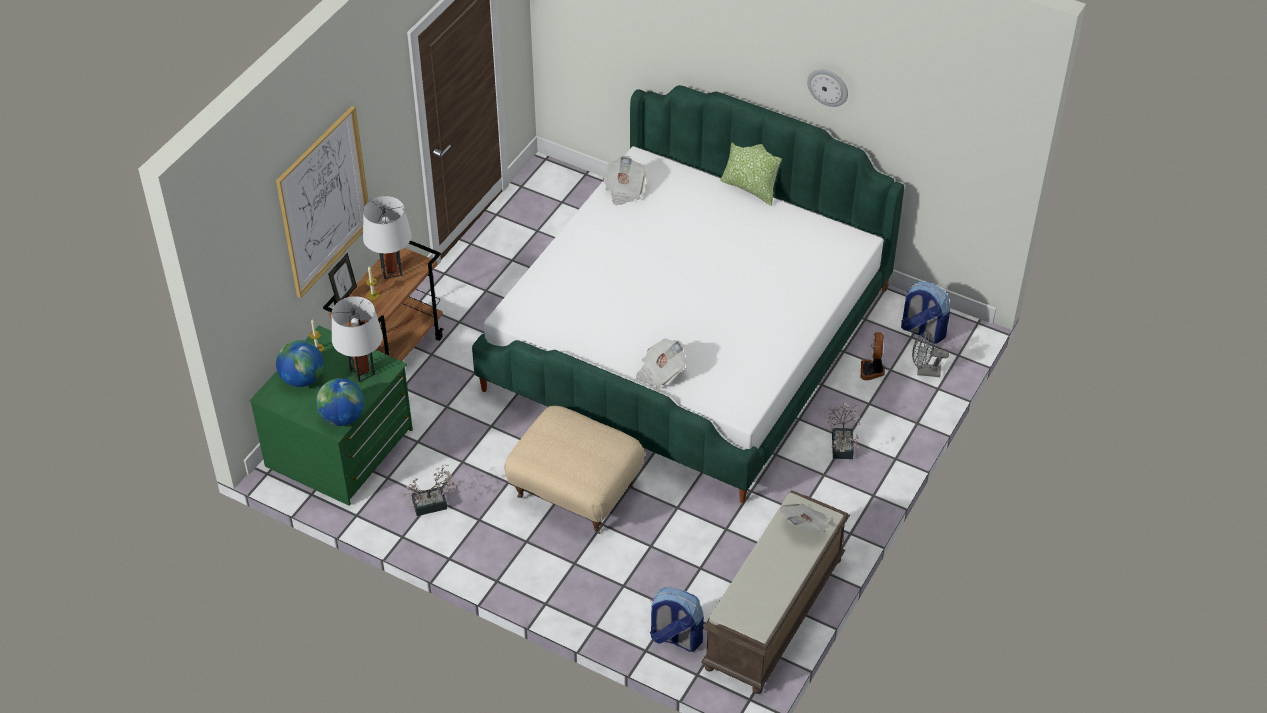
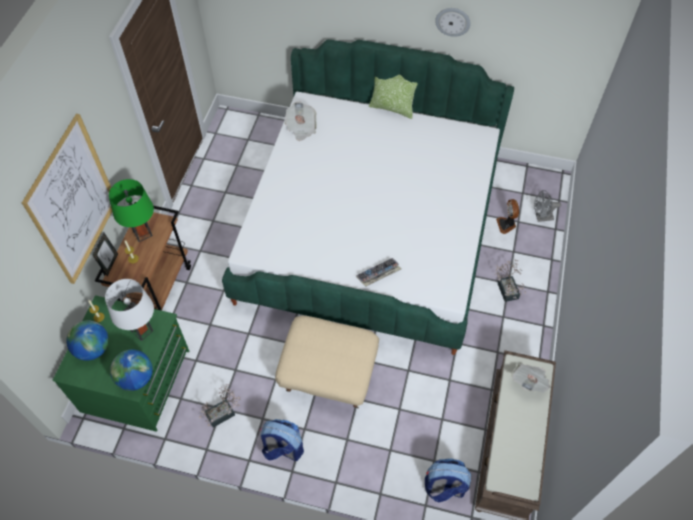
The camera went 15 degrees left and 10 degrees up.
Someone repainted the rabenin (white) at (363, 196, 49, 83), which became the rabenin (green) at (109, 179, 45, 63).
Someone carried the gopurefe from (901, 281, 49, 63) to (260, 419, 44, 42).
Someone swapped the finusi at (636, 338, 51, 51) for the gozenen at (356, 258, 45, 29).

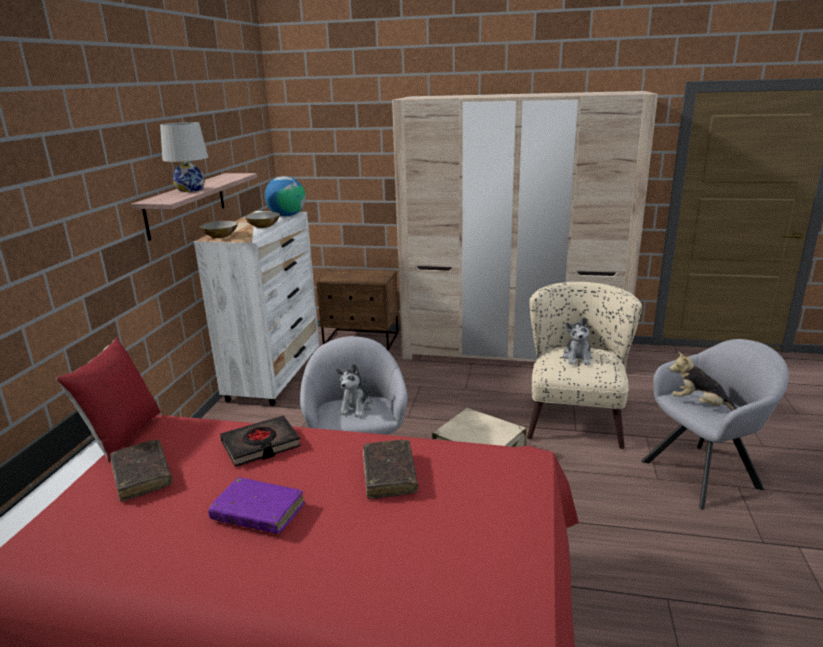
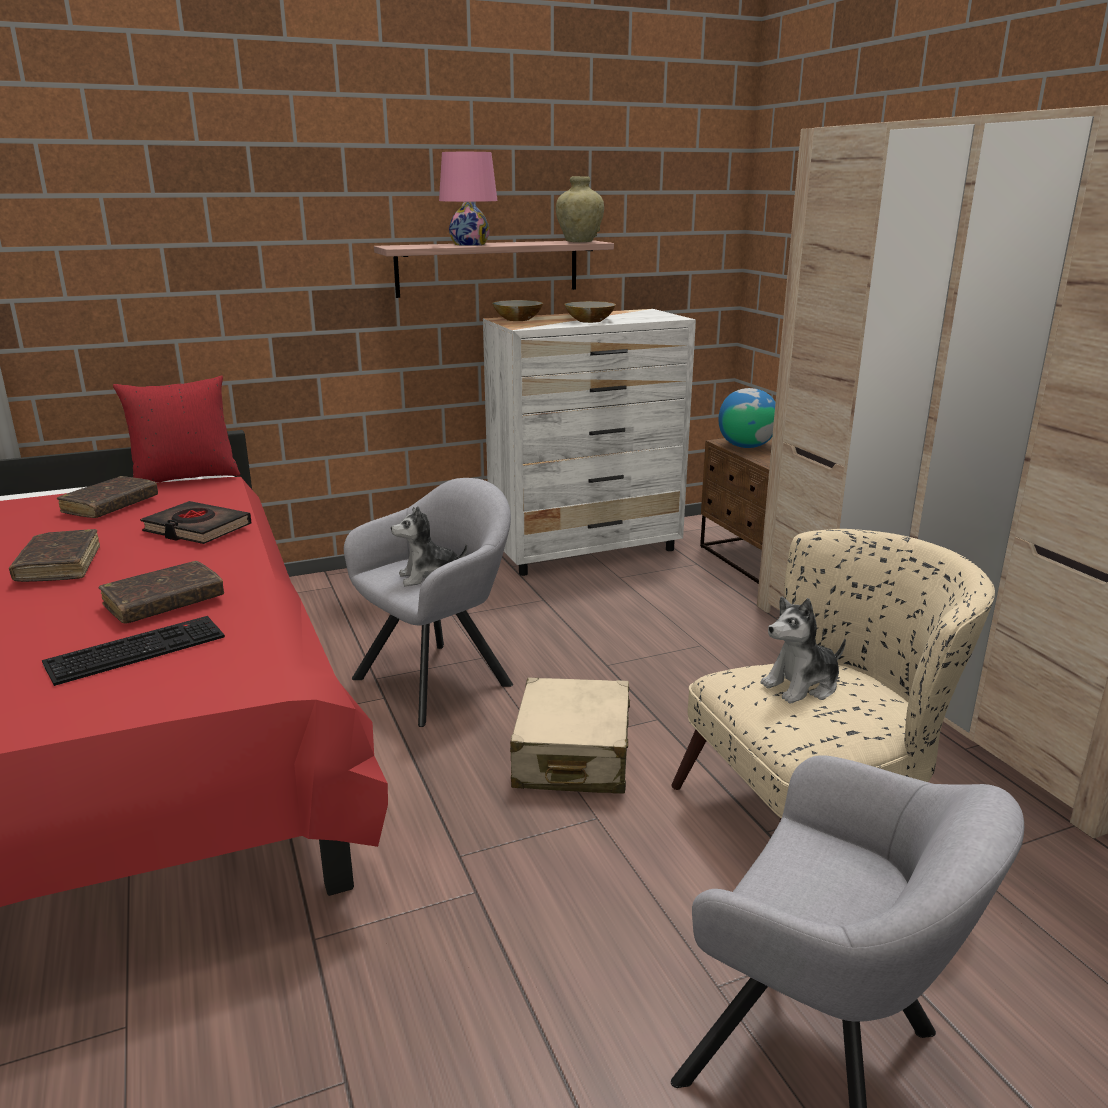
The camera went 55 degrees right and 0 degrees up.
Someone repainted the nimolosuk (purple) at (208, 477, 97, 57), which became the nimolosuk (brown) at (9, 529, 91, 53).
Someone put down the gozenen at (42, 616, 183, 70).
Someone repainted the rabenin (white) at (160, 122, 48, 70), which became the rabenin (pink) at (439, 152, 59, 94).
Someone put down the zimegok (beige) at (556, 176, 48, 66).
Someone carried the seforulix from (265, 176, 41, 40) to (719, 388, 57, 60).
Someone took away the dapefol at (669, 351, 68, 60).

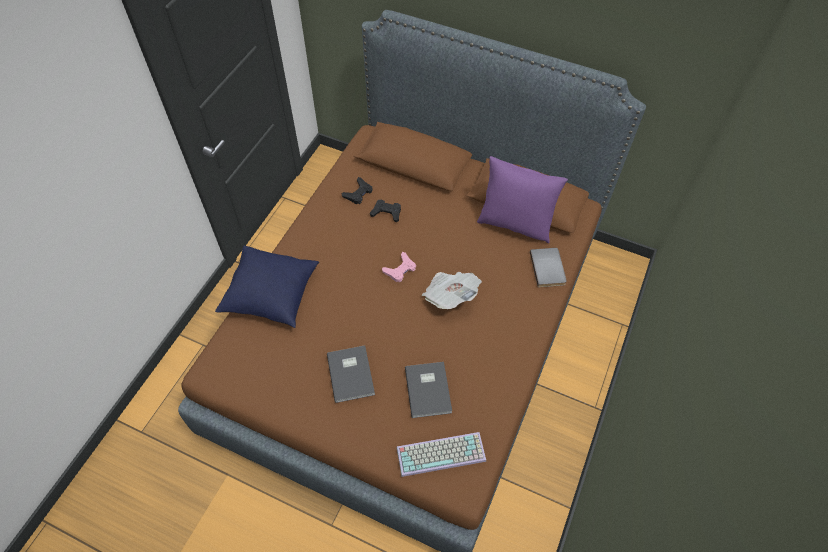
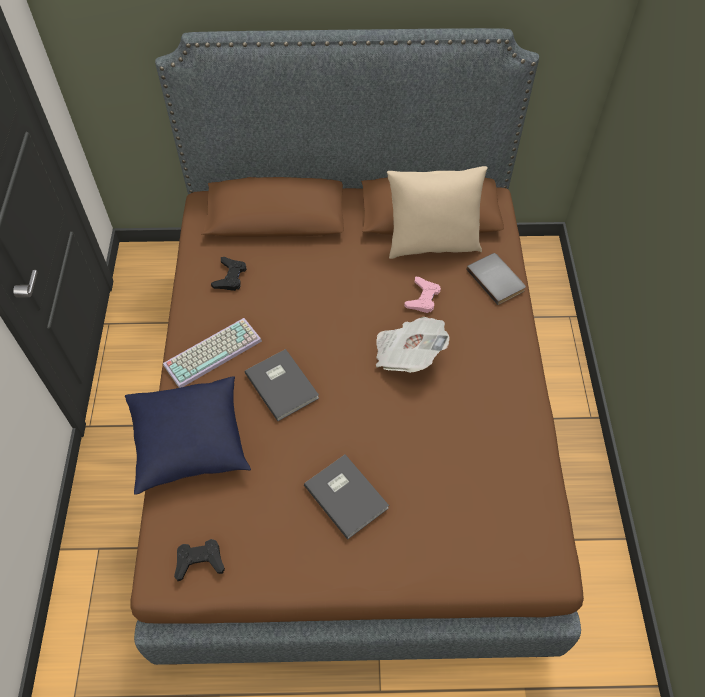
The camera went 25 degrees left and 0 degrees up.
Someone carried the gozenen from (396, 432, 90, 45) to (163, 318, 99, 70).
Someone carried the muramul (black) from (370, 199, 31, 23) to (174, 539, 51, 42).
Someone carried the nimolosuk (grey) from (405, 362, 47, 56) to (245, 349, 74, 72).
Someone repainted the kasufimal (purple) at (477, 156, 91, 88), which became the kasufimal (beige) at (387, 166, 101, 93).
Someone carried the muramul (pink) from (382, 252, 34, 30) to (404, 277, 37, 36).

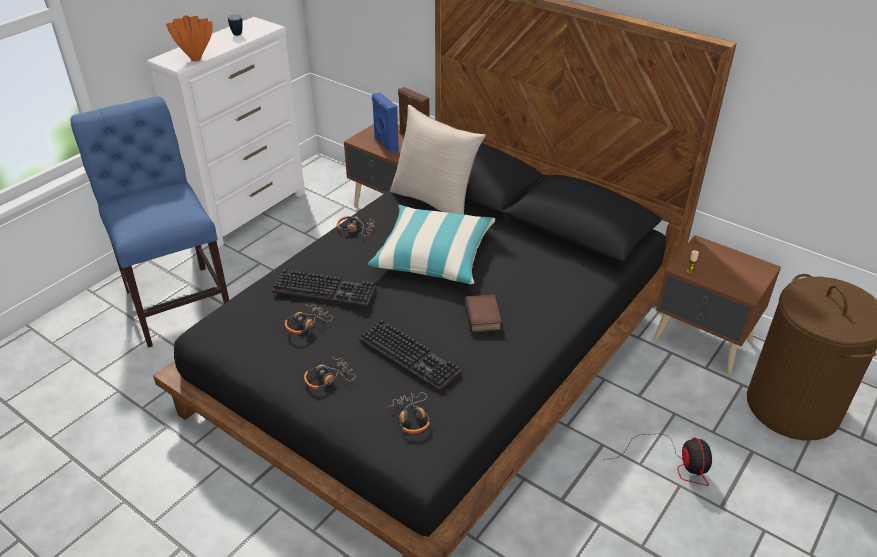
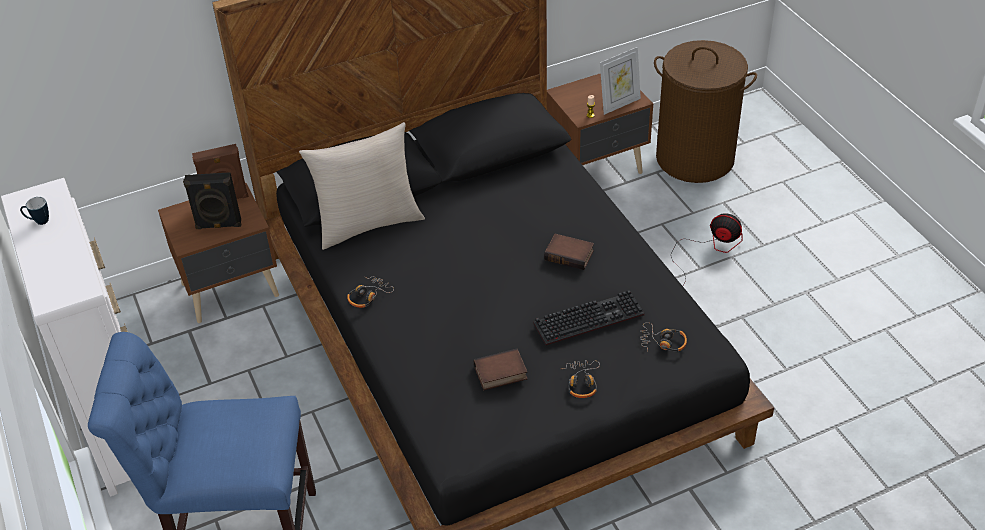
The camera went 60 degrees left and 5 degrees up.
Someone repainted the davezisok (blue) at (372, 92, 27, 61), which became the davezisok (black) at (183, 172, 58, 57).
Someone swapped the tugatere at (285, 304, 48, 30) for the nimolosuk at (474, 349, 54, 41).
Someone put down the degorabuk at (600, 47, 41, 68).
Someone took away the zimegok (orange) at (166, 15, 47, 46).
Someone took away the gozenen at (272, 269, 104, 38).
Someone took away the kasufimal at (368, 205, 127, 79).

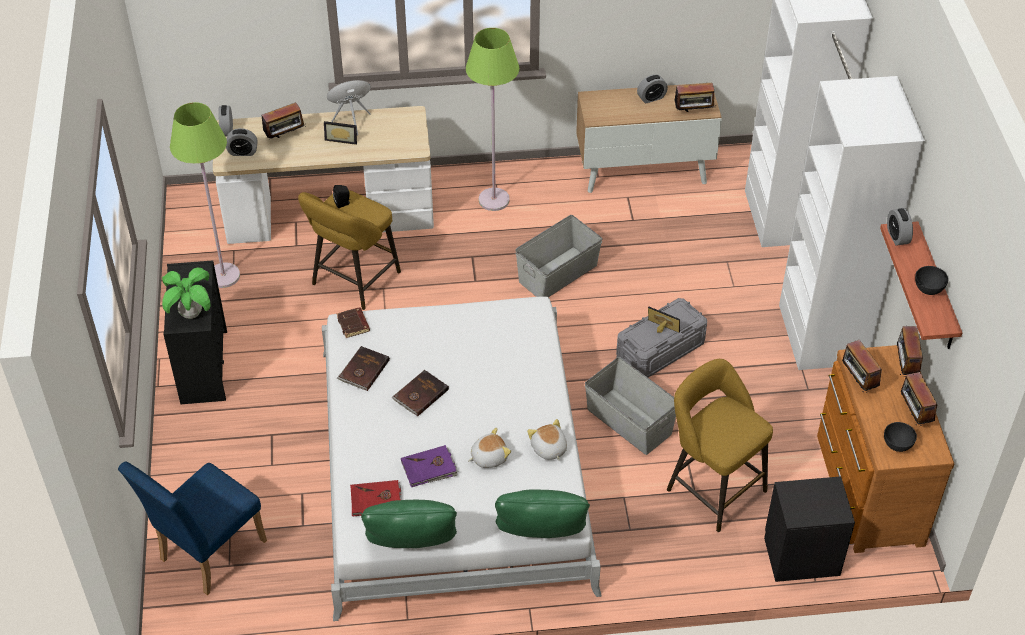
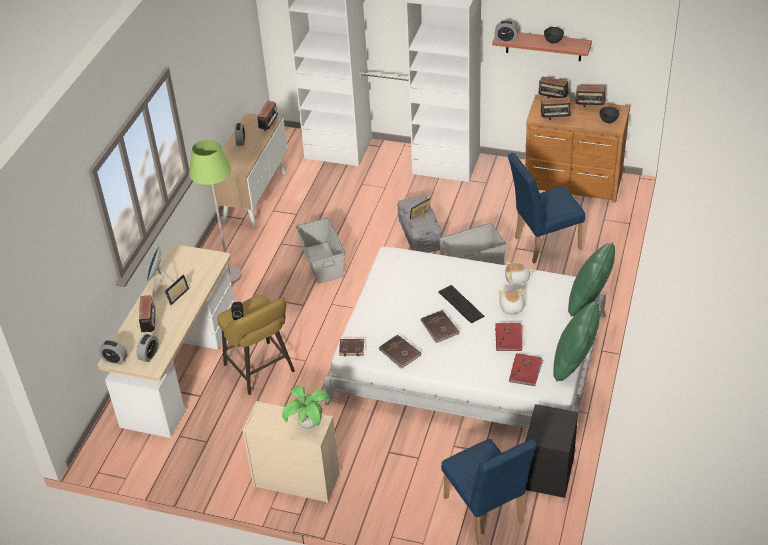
The camera went 65 degrees left and 5 degrees down.
Someone repainted the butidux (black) at (163, 260, 64, 144), which became the butidux (beige) at (242, 401, 98, 102).
Someone put down the gozenen at (439, 285, 46, 38).
Someone repainted the nimolosuk (purple) at (401, 445, 57, 42), which became the nimolosuk (red) at (495, 323, 28, 28).
Someone swapped the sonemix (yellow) at (667, 359, 106, 173) for the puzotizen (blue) at (508, 153, 77, 111).
Someone carried the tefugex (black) from (764, 476, 91, 106) to (525, 404, 53, 94).
Someone took away the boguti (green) at (170, 102, 70, 186).

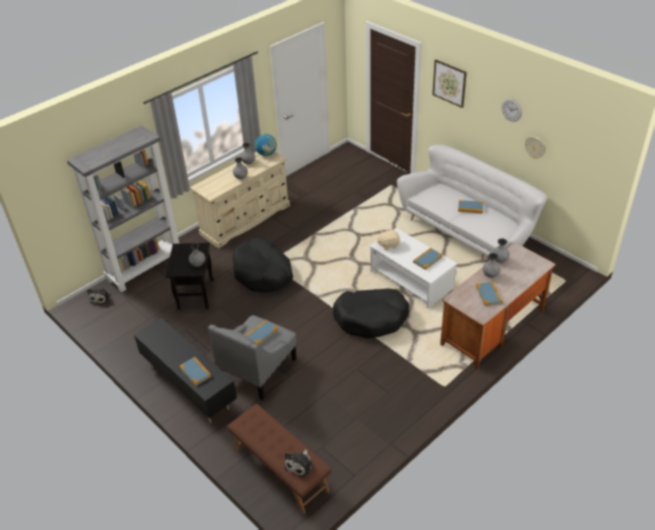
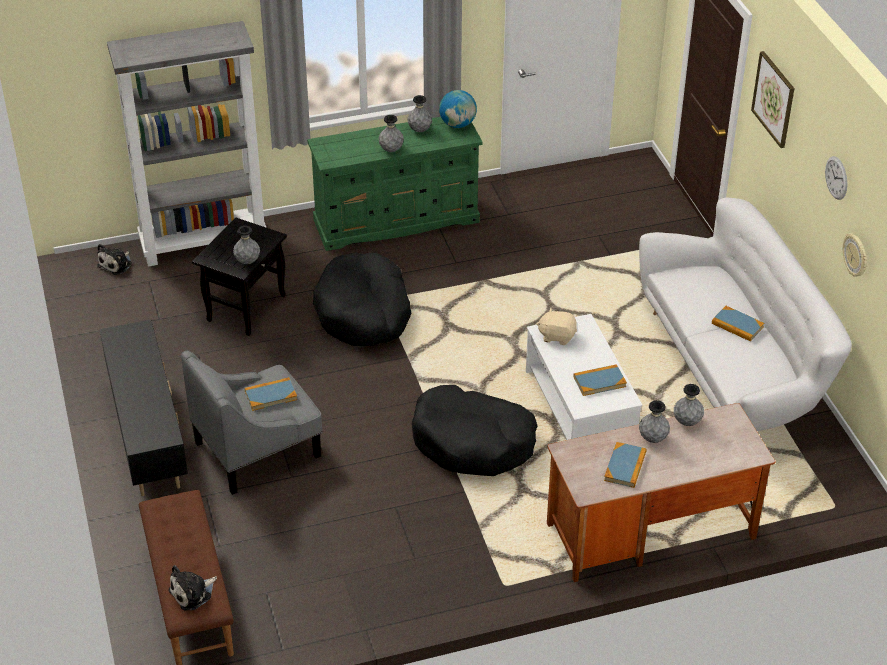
The camera went 25 degrees right and 0 degrees up.
Someone repainted the butidux (beige) at (190, 152, 100, 96), which became the butidux (green) at (307, 117, 176, 134).
Someone took away the nimolosuk at (180, 357, 32, 29).

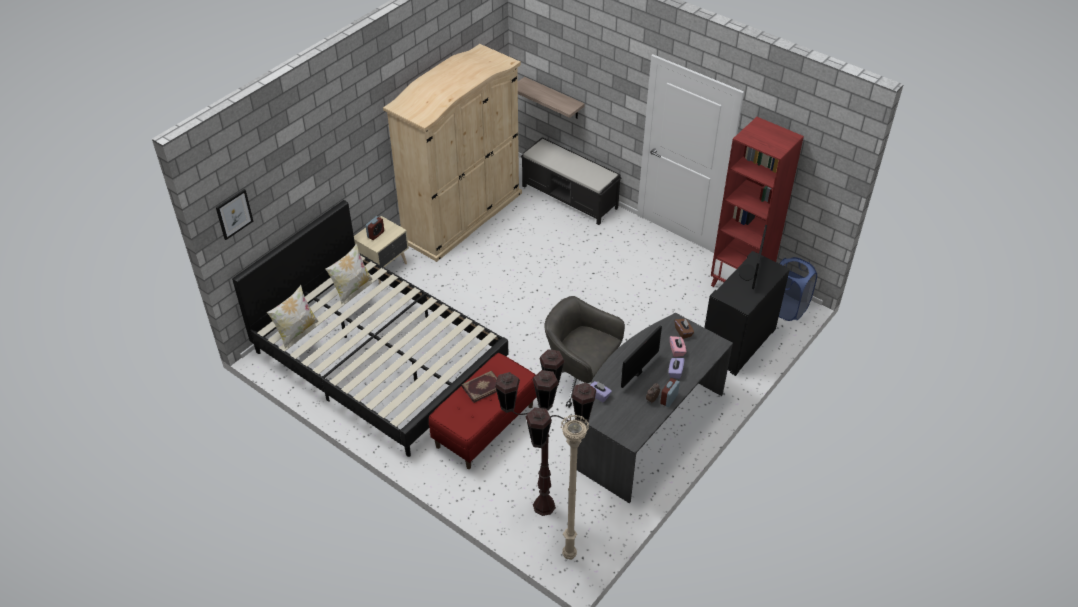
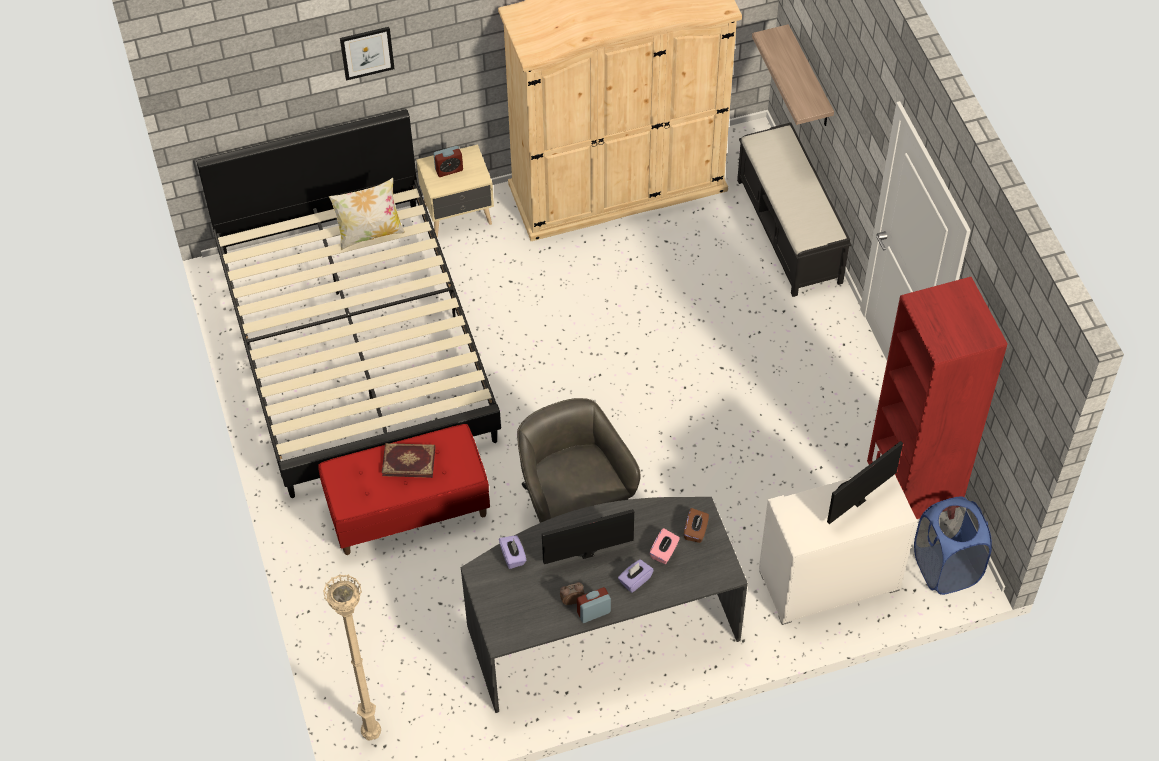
The camera went 35 degrees right and 10 degrees up.
Someone carried the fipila from (216, 189, 38, 51) to (340, 27, 55, 54).
Someone repainted the butidux (black) at (704, 251, 86, 125), which became the butidux (white) at (759, 475, 158, 150).
Someone took away the kasufimal at (267, 285, 52, 63).
Someone took away the boguti (brown) at (495, 349, 101, 167).

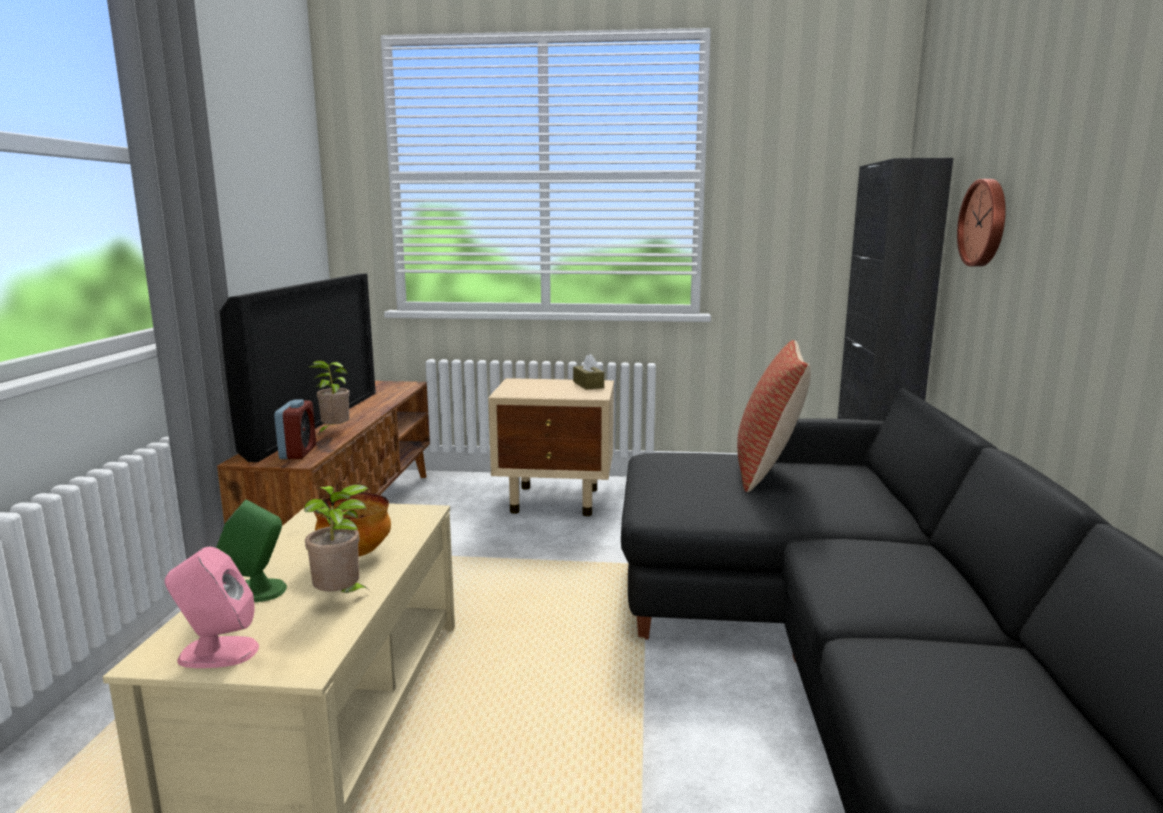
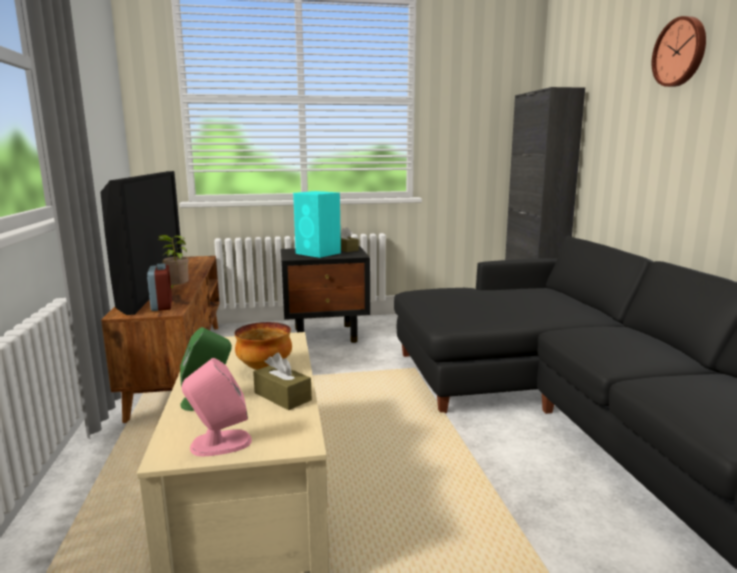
The camera went 15 degrees left and 0 degrees up.
Someone swapped the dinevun at (304, 484, 67, 109) for the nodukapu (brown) at (253, 353, 59, 57).
Someone repainted the tefugex (beige) at (488, 378, 126, 138), which became the tefugex (black) at (281, 246, 89, 97).
Someone put down the davezisok (turquoise) at (293, 191, 48, 67).
Someone carried the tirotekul from (957, 179, 49, 88) to (652, 16, 54, 71).
Someone took away the kasufimal at (737, 340, 74, 152).

